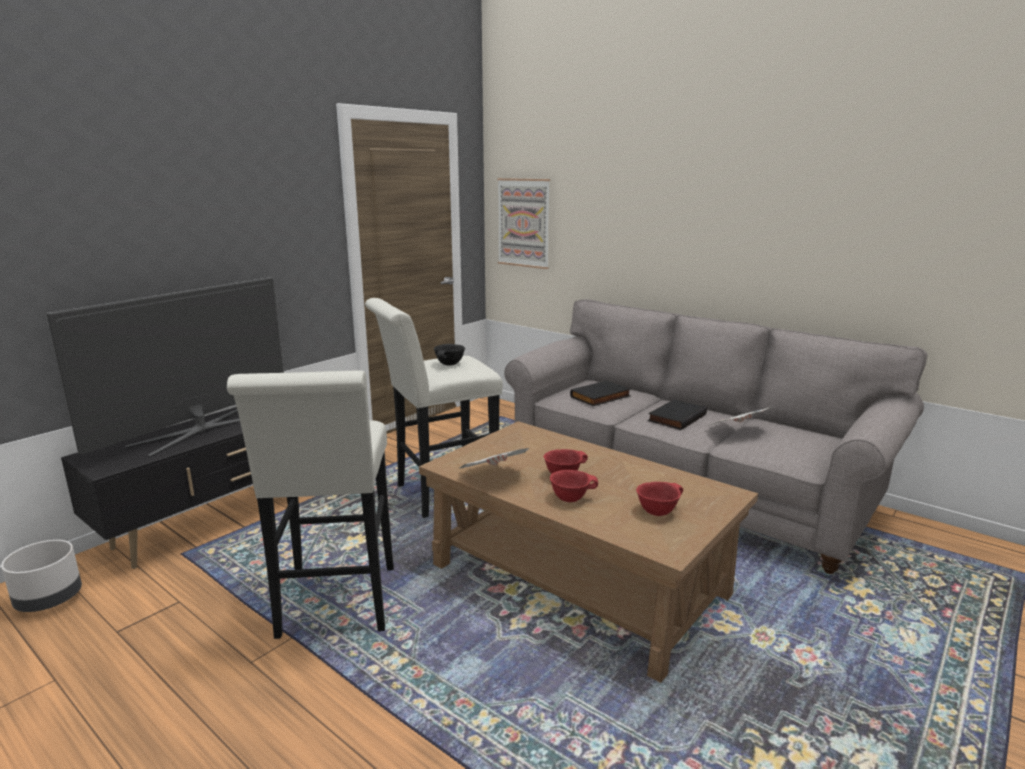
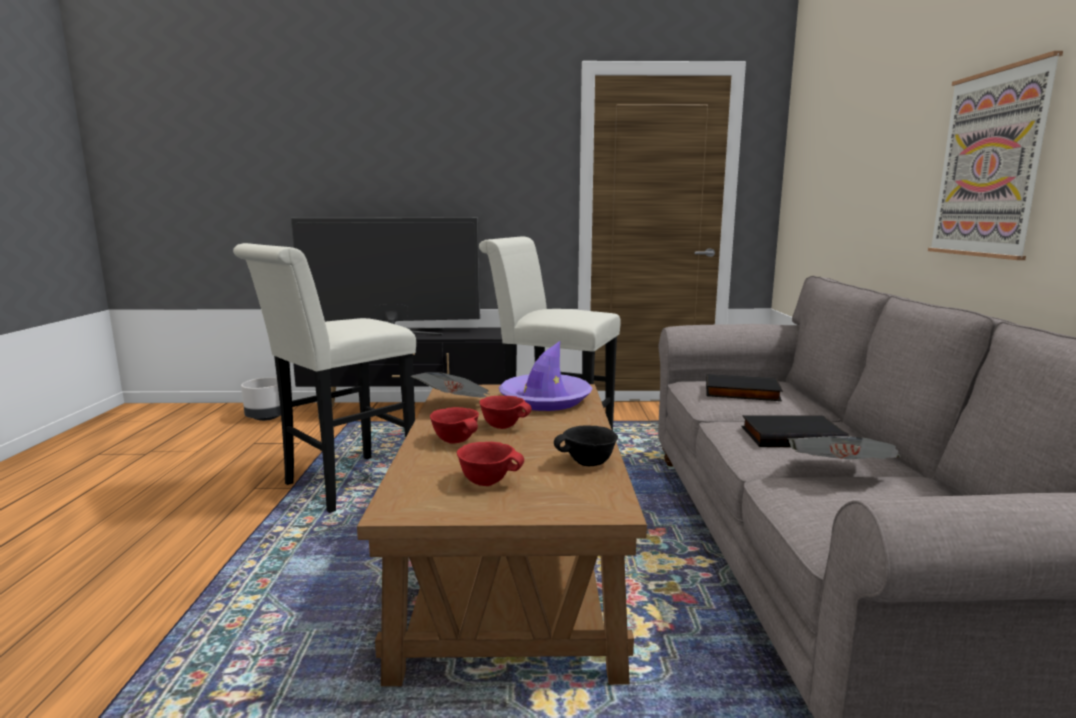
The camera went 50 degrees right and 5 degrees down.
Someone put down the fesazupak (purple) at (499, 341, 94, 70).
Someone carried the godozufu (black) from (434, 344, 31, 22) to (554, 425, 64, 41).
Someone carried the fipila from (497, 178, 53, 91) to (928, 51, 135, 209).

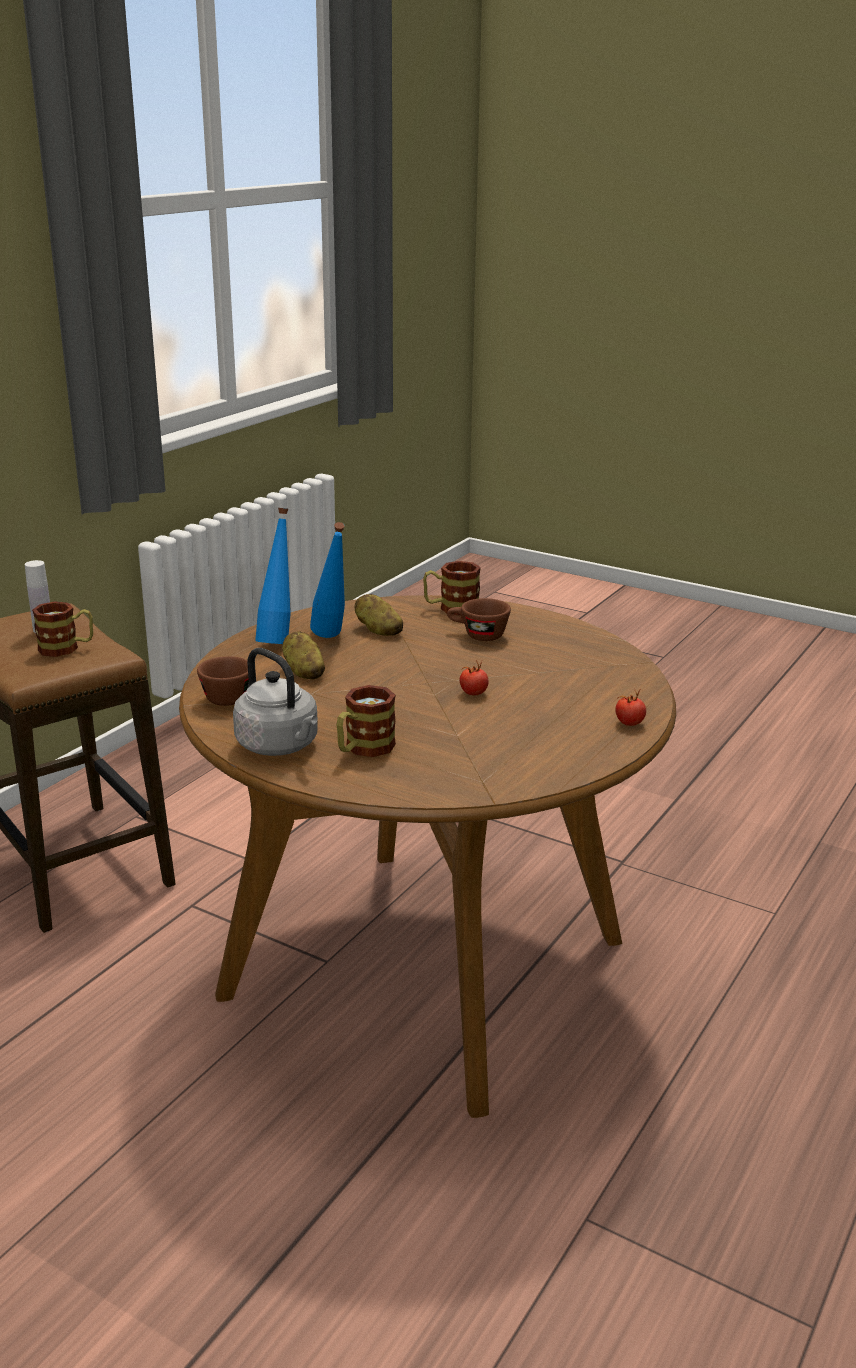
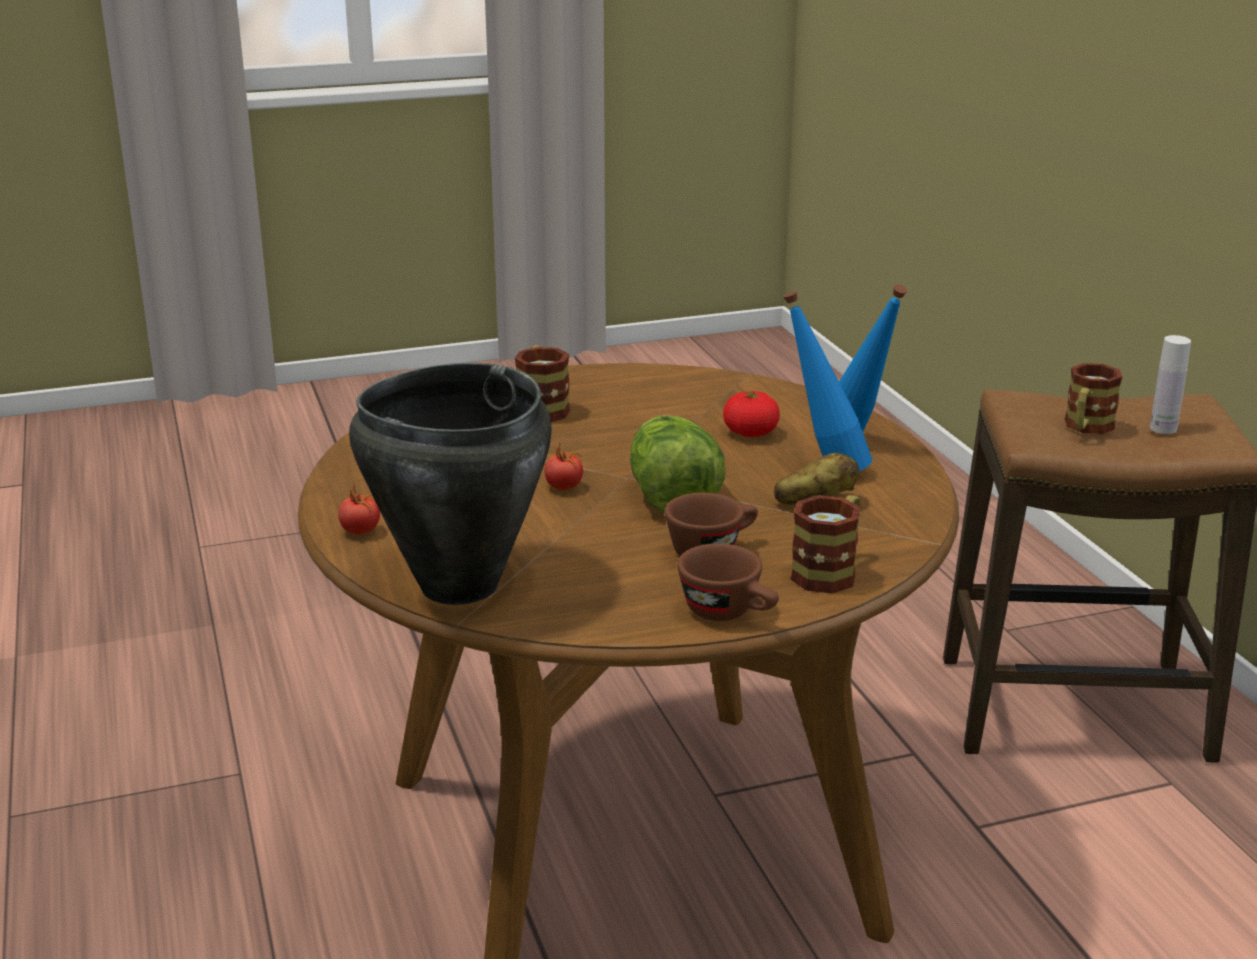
The camera went 130 degrees right and 0 degrees up.
Someone put down the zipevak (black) at (349, 363, 203, 242).
Someone put down the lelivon at (630, 415, 95, 97).
Someone carried the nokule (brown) from (197, 656, 52, 50) to (677, 544, 102, 77).
Someone swapped the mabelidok at (282, 631, 43, 49) for the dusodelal at (723, 391, 57, 46).
Someone took away the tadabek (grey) at (233, 648, 85, 108).

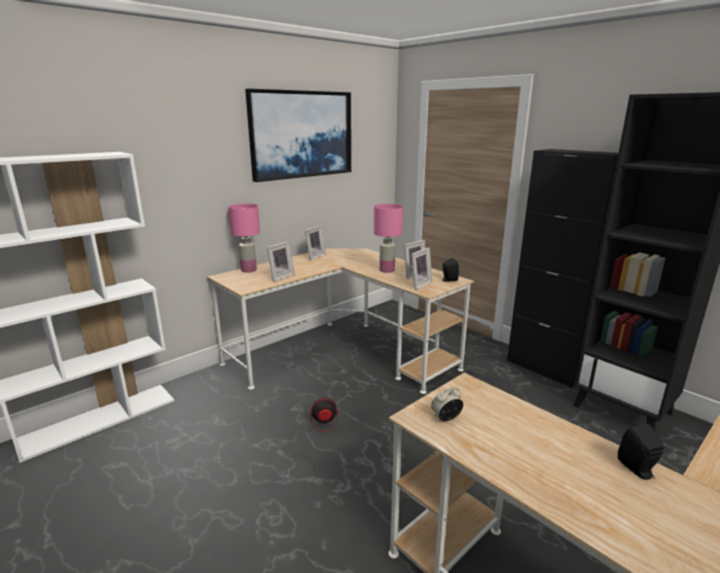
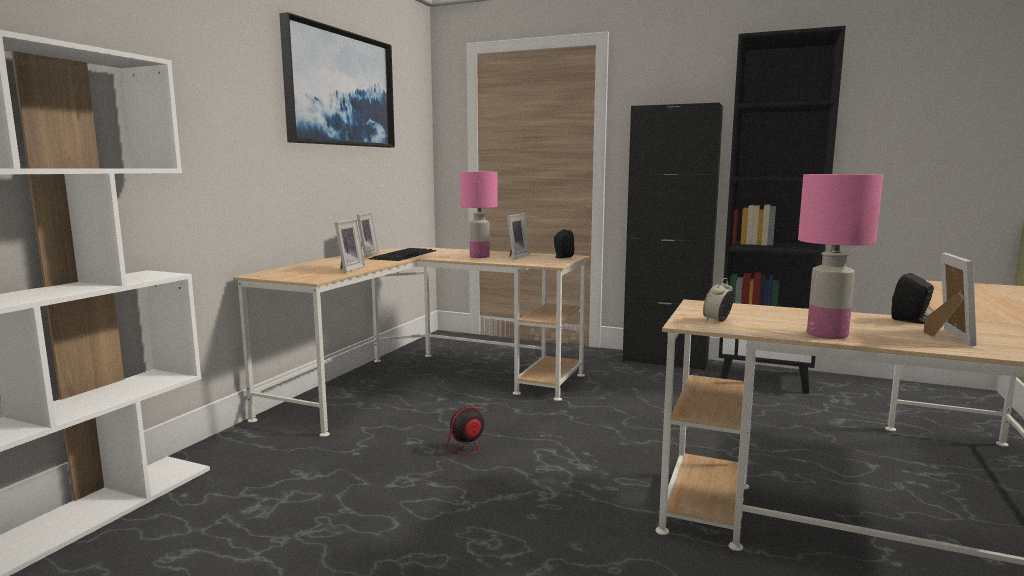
The camera went 25 degrees left and 10 degrees down.
Someone put down the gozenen at (369, 248, 67, 13).
Someone carried the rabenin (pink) from (228, 204, 32, 69) to (798, 174, 85, 165).
Someone carried the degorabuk from (411, 248, 21, 42) to (924, 252, 53, 94).

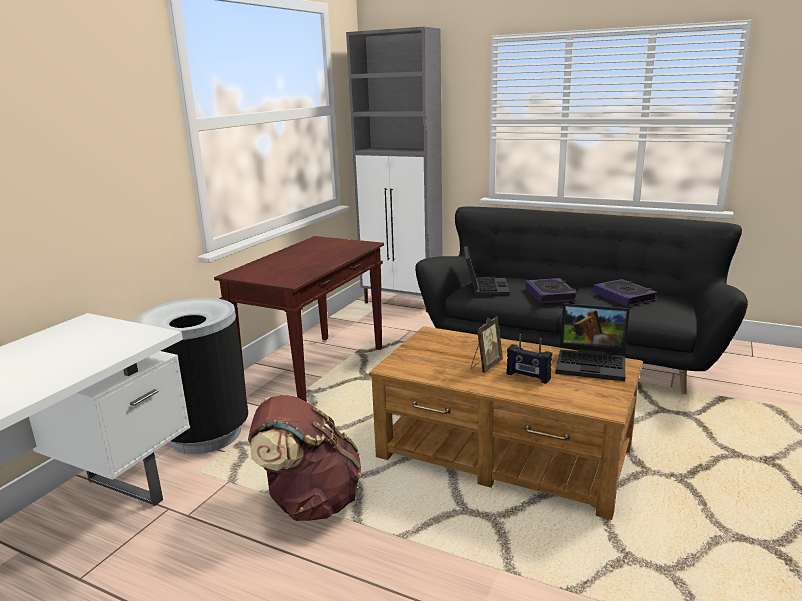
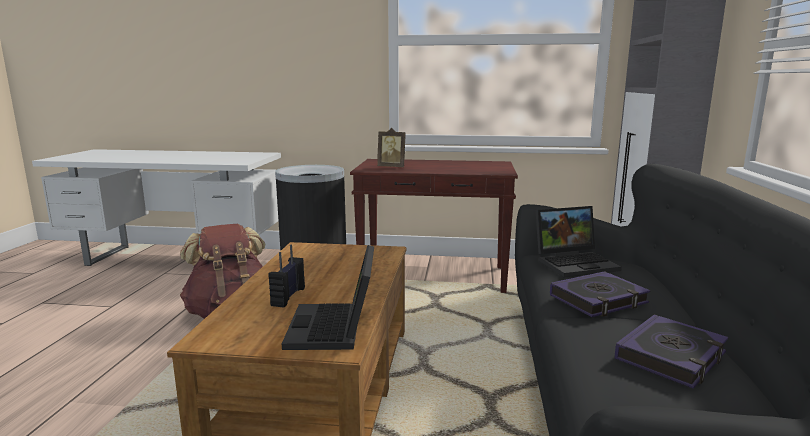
The camera went 70 degrees right and 5 degrees down.
Someone carried the degorabuk from (471, 316, 32, 57) to (377, 128, 29, 39).

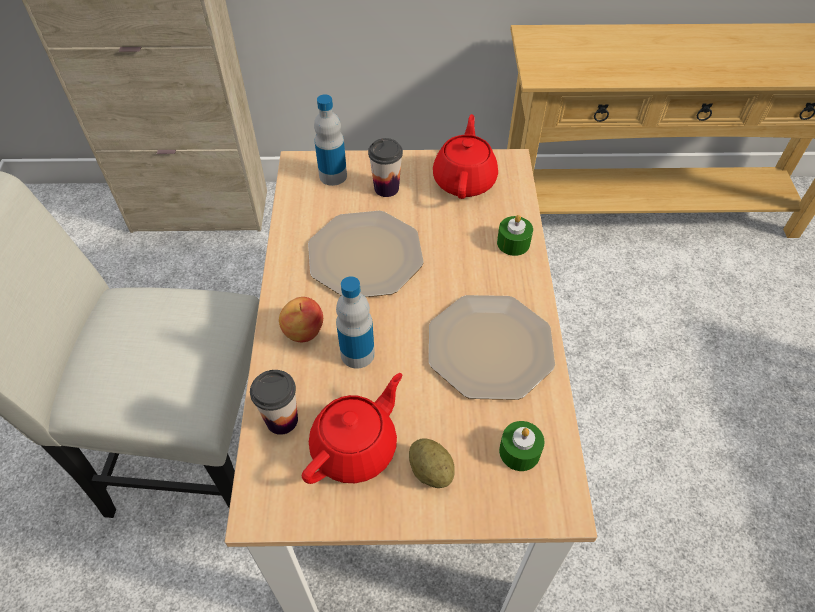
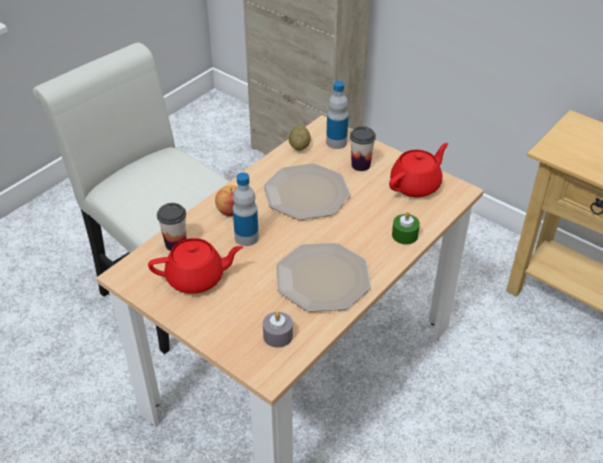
The camera went 40 degrees right and 10 degrees down.
Someone repainted the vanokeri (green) at (499, 421, 46, 50), which became the vanokeri (grey) at (263, 312, 30, 36).
Someone carried the mabelidok from (409, 438, 46, 50) to (288, 125, 23, 26).

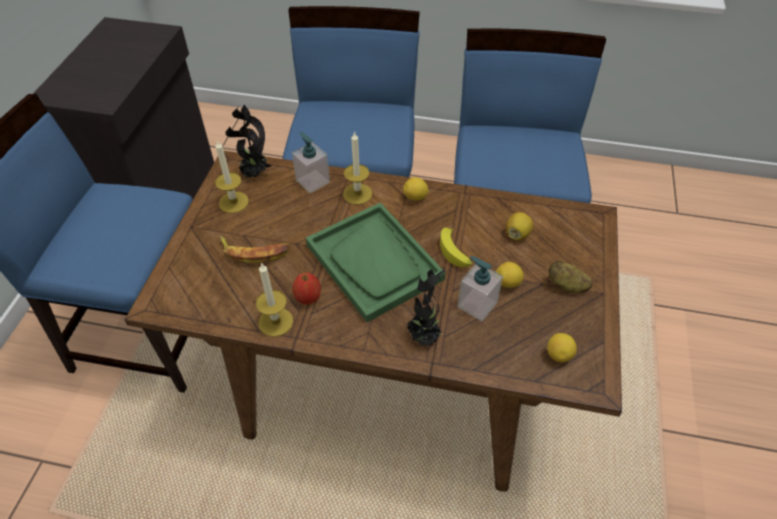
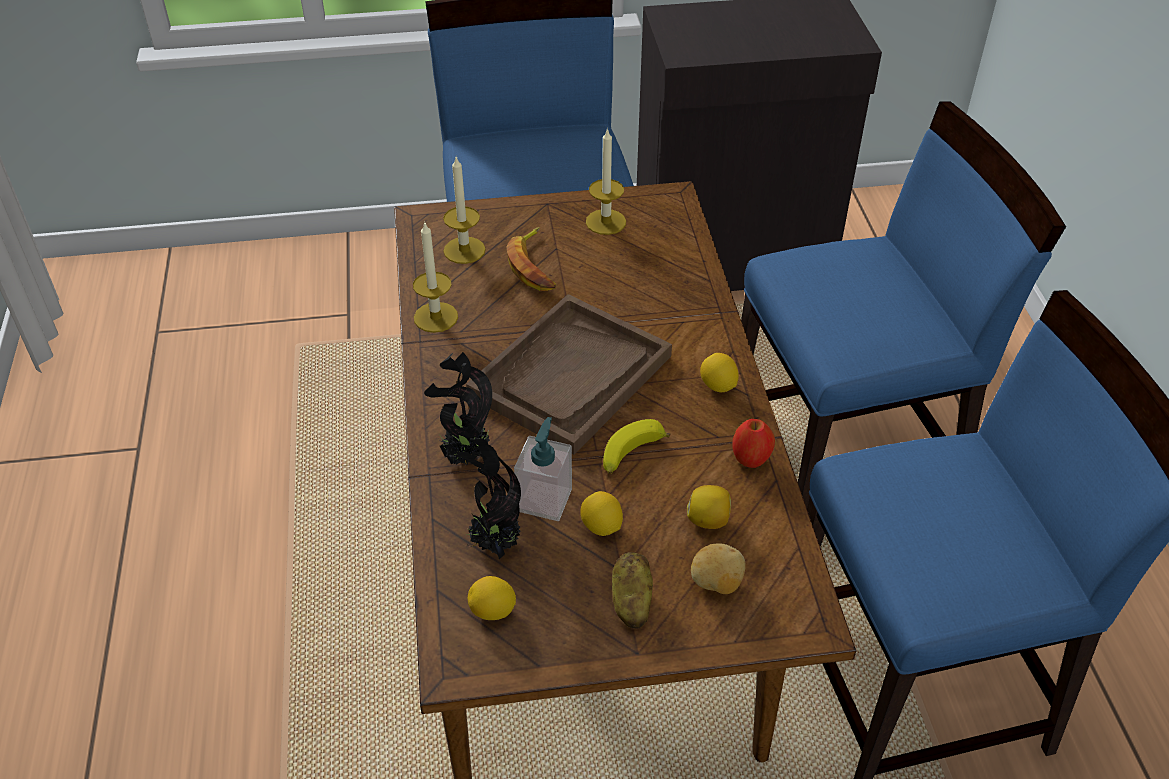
The camera went 70 degrees right and 5 degrees down.
Someone carried the vanokeri from (343, 131, 29, 74) to (443, 157, 43, 107).
Someone carried the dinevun from (226, 104, 45, 74) to (456, 438, 65, 121).
Someone repainted the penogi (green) at (306, 203, 139, 119), which became the penogi (brown) at (466, 294, 206, 161).
Someone put down the mabelidok at (691, 543, 55, 51).
Someone carried the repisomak from (292, 272, 29, 33) to (733, 419, 42, 49).
Someone took away the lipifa at (292, 132, 38, 61).

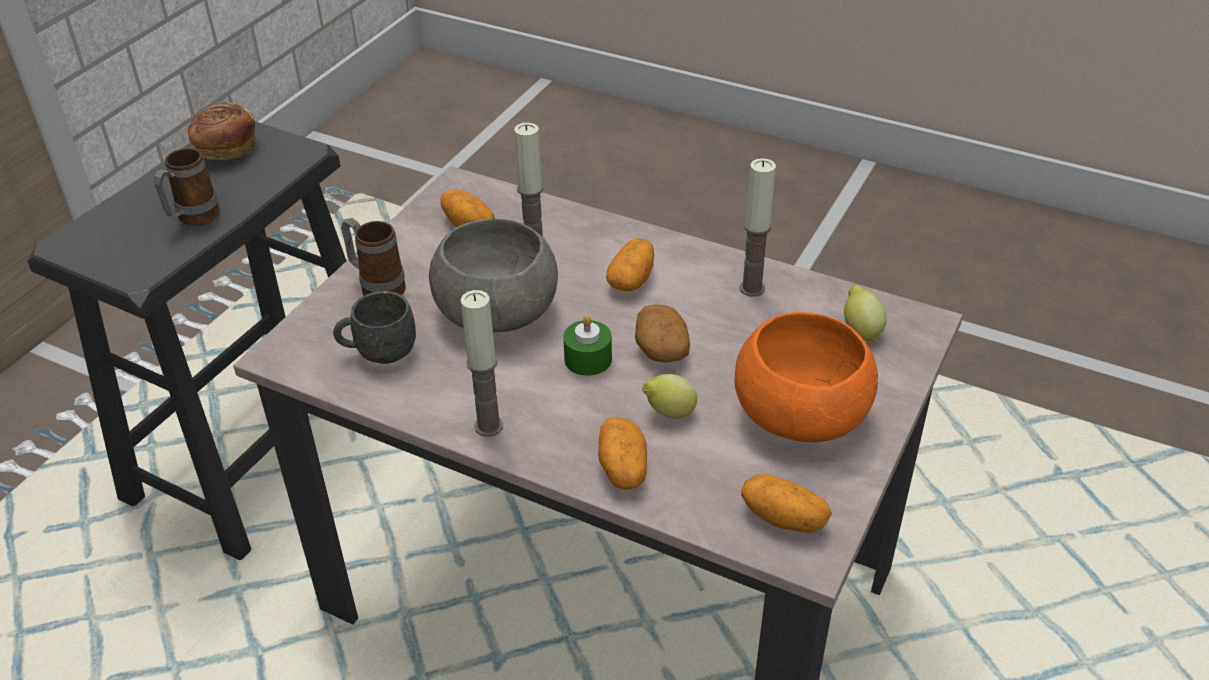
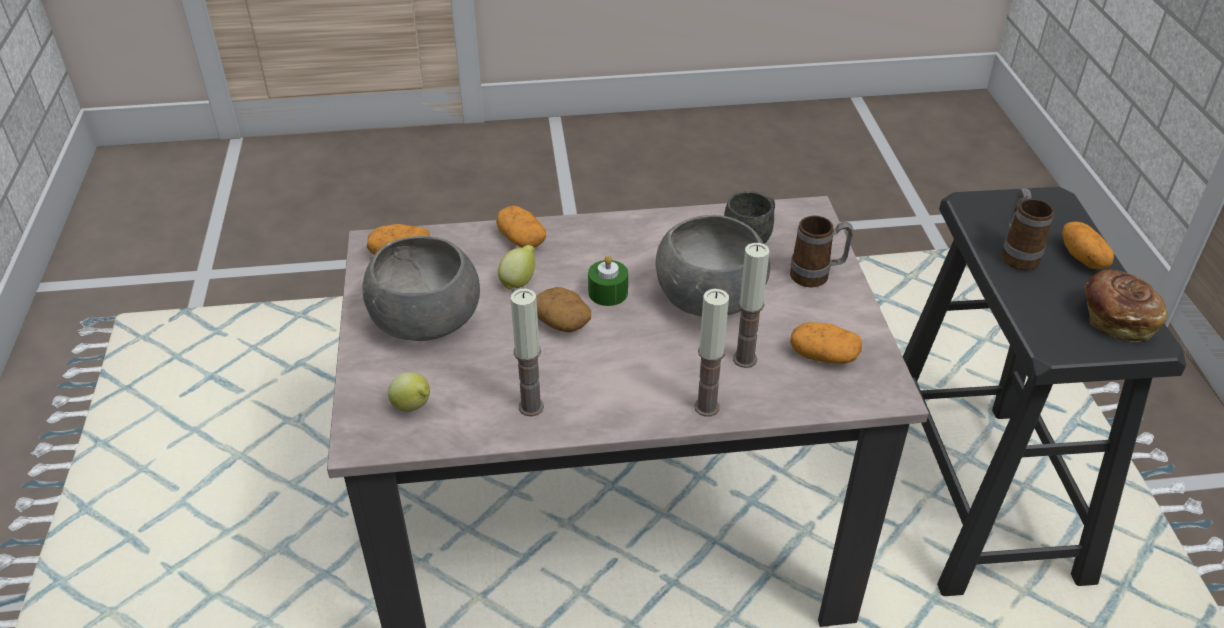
The camera went 145 degrees right and 0 degrees up.
Someone repainted the godozufu (orange) at (735, 312, 143, 130), which became the godozufu (grey) at (362, 236, 118, 105).
Someone carried the vanokeri from (460, 290, 43, 147) to (694, 289, 35, 128).
Someone carried the mabelidok from (606, 238, 48, 53) to (1062, 221, 52, 48).

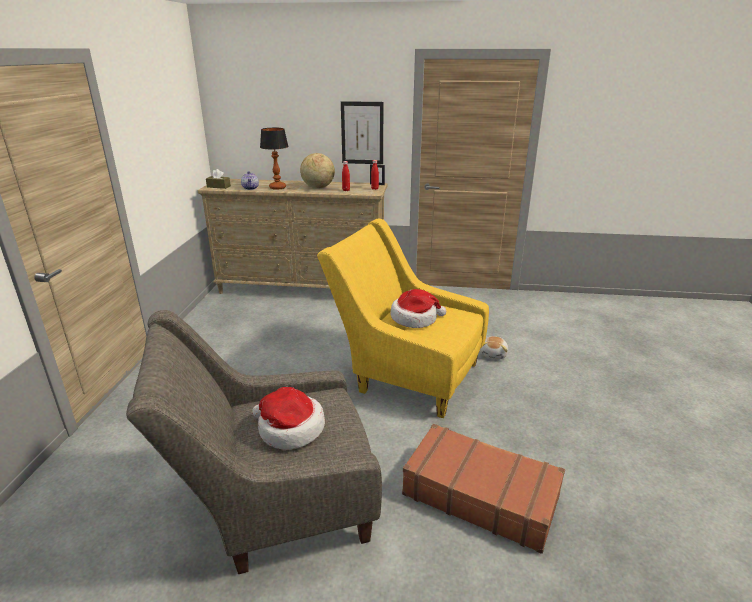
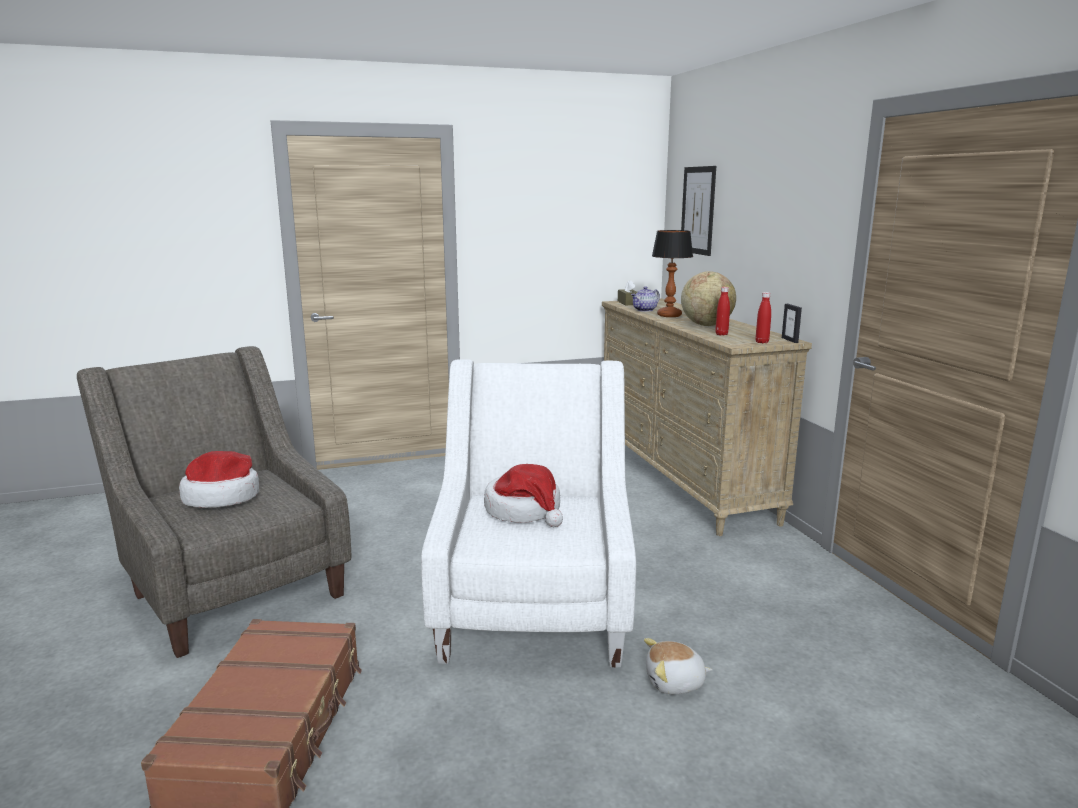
The camera went 65 degrees right and 10 degrees down.
Someone repainted the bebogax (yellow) at (317, 219, 172, 199), which became the bebogax (white) at (421, 359, 215, 308).
Someone carried the fipila from (341, 101, 43, 63) to (681, 166, 35, 90).

